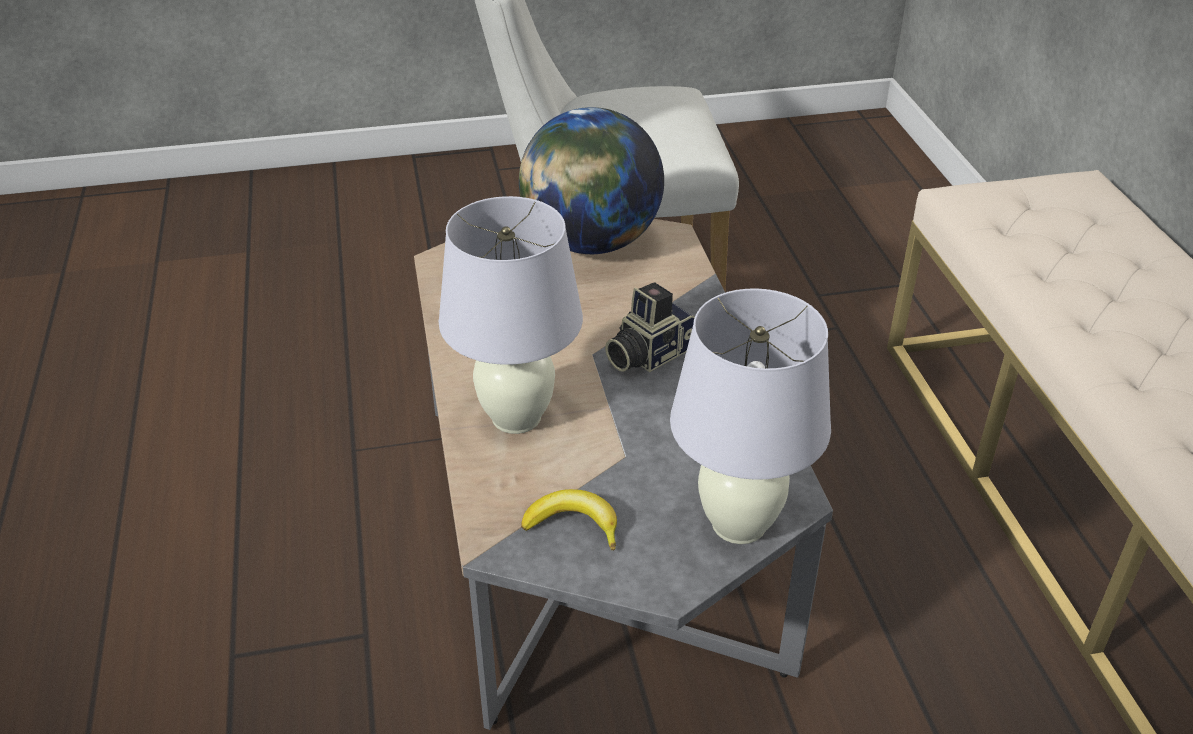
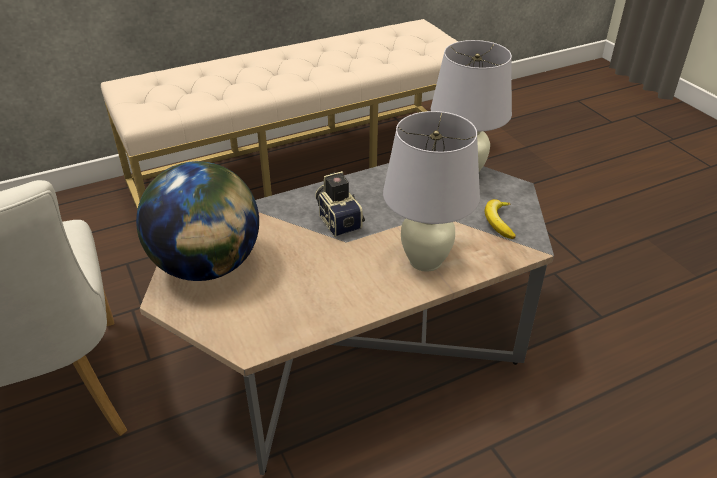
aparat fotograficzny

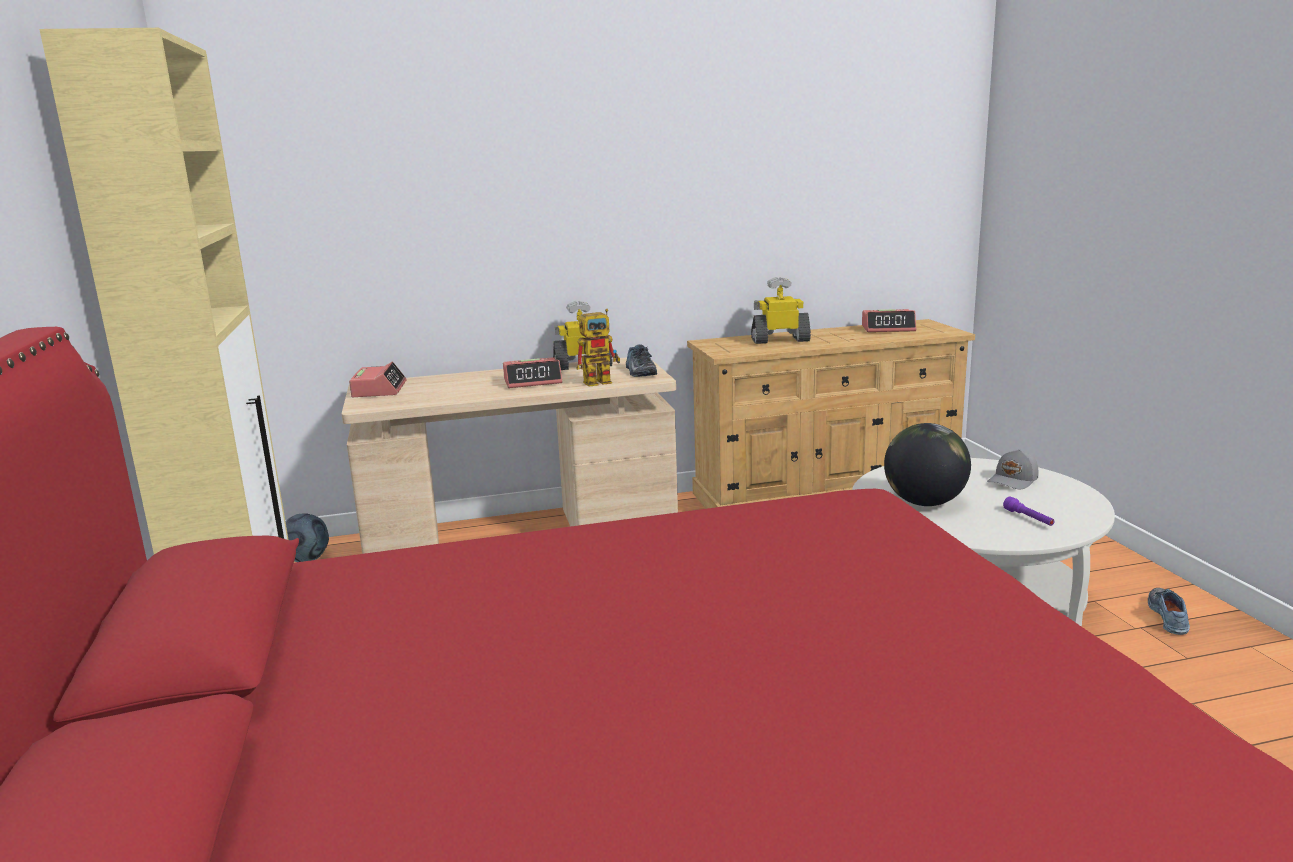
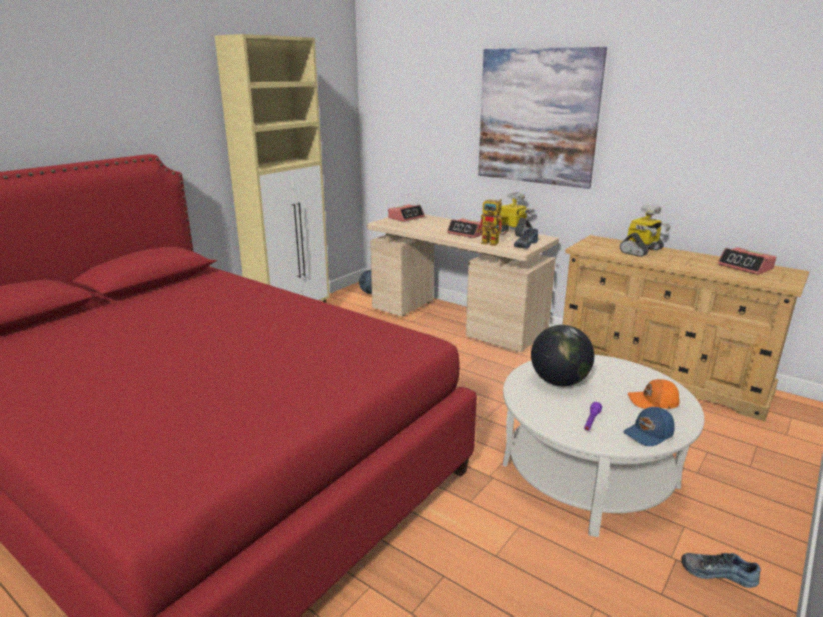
robot zabawkowy (no. 3 from left)
czapka z daszkiem [pomarańczowy]
but (no. 2 from left)
obraz
czapka z daszkiem [niebieski]

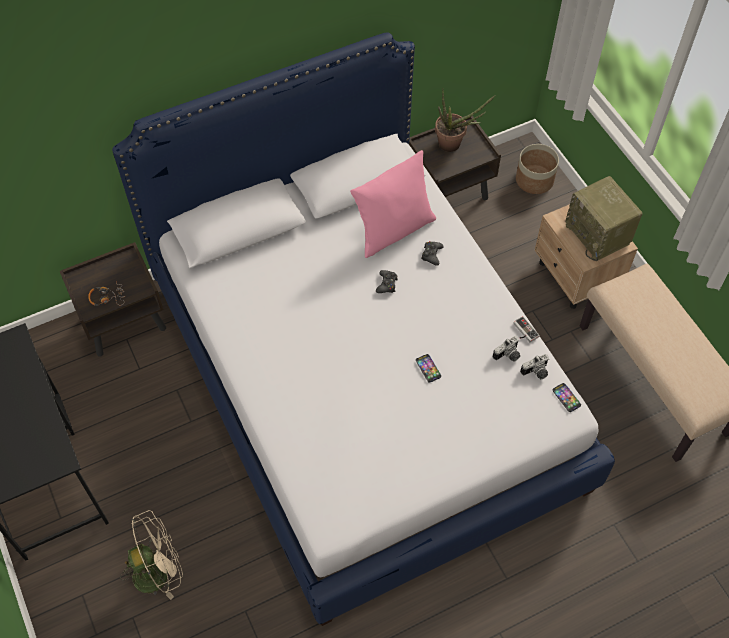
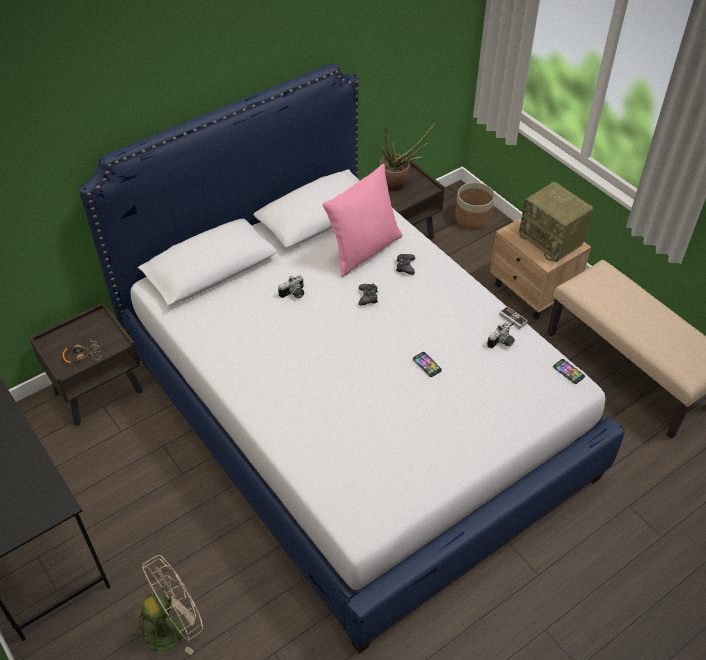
aparat fotograficzny (no. 1 from left)

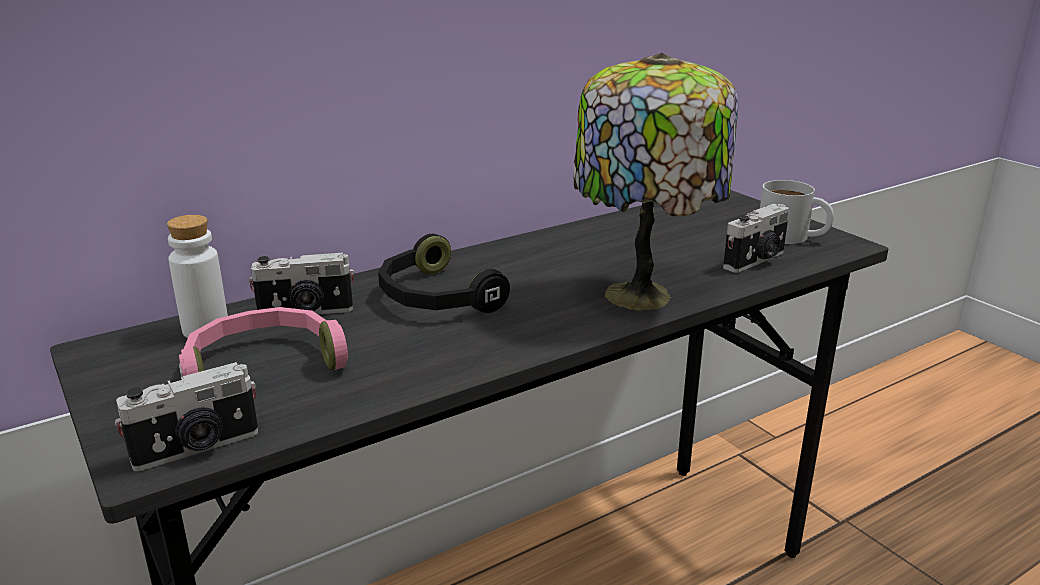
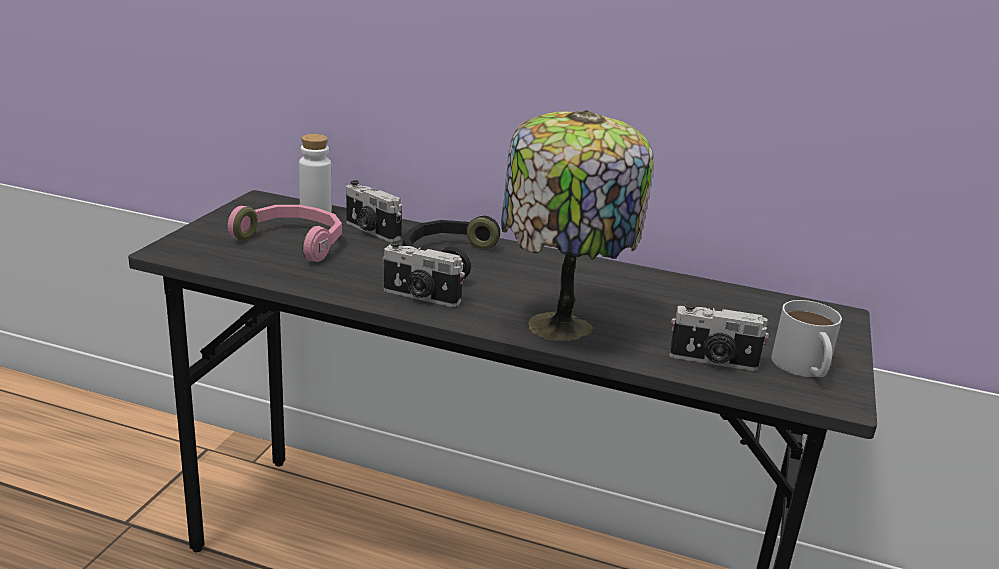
aparat fotograficzny (no. 2 from left)

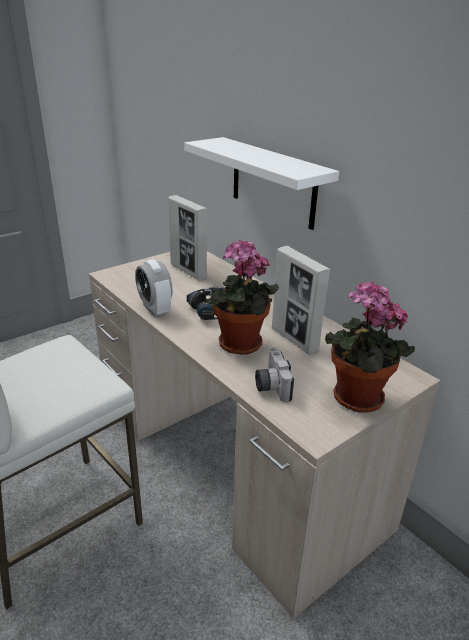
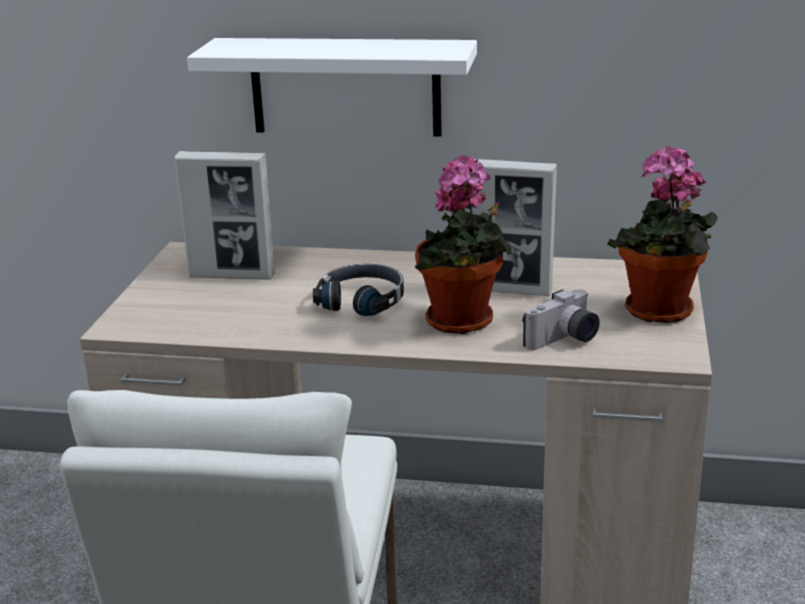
budzik
aparat fotograficzny

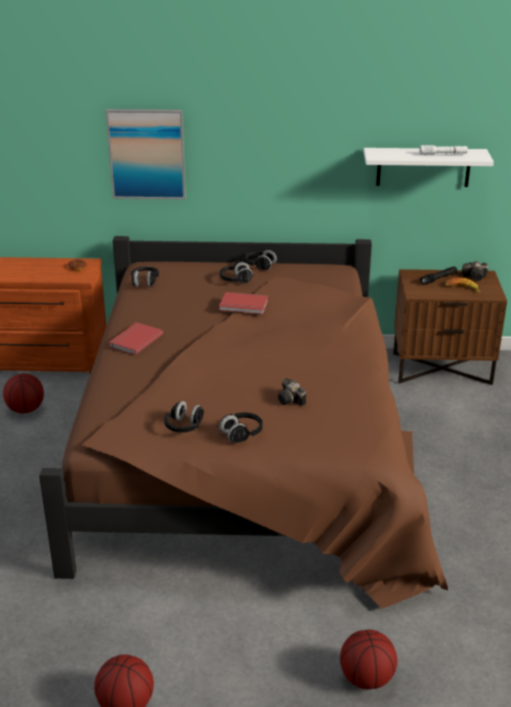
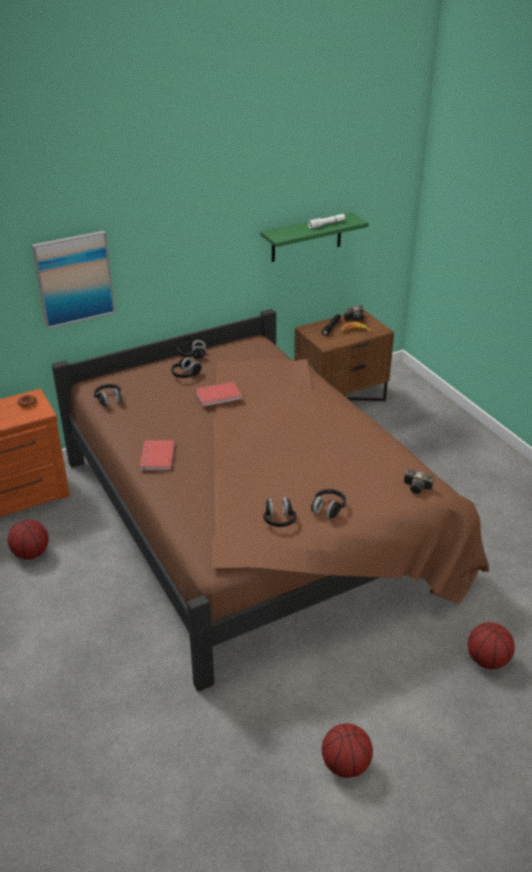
aparat fotograficzny (no. 2 from left)
półka [zielony]

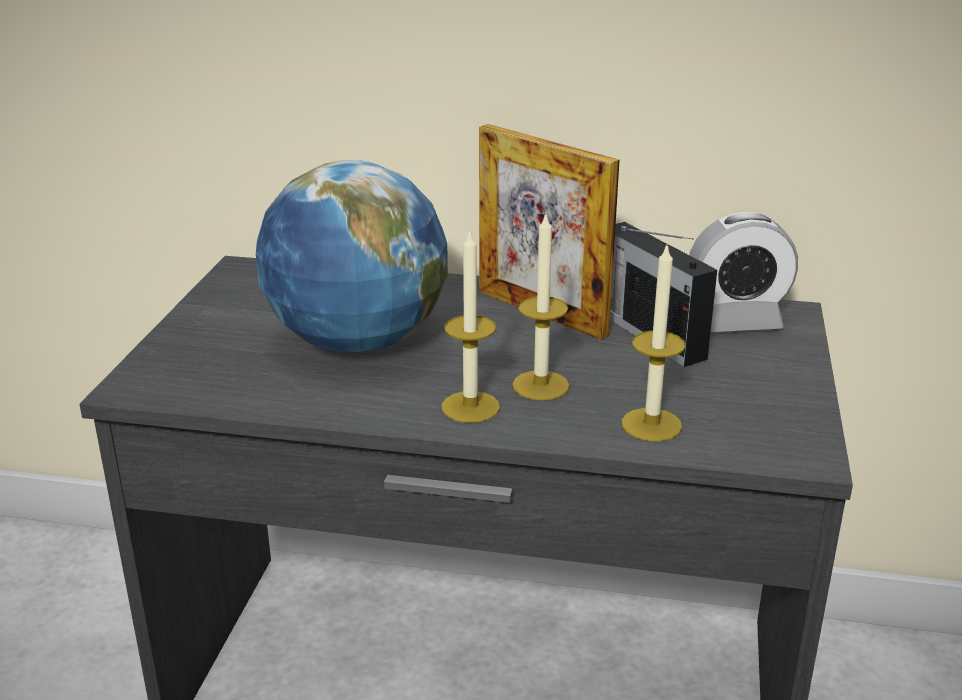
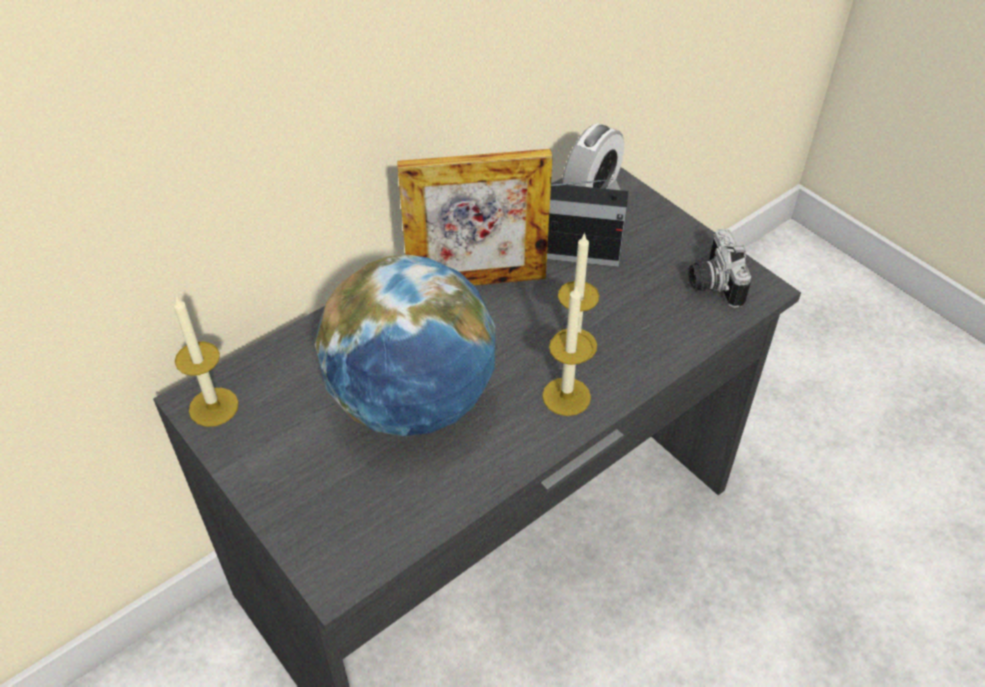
świeca (no. 1 from left)
aparat fotograficzny

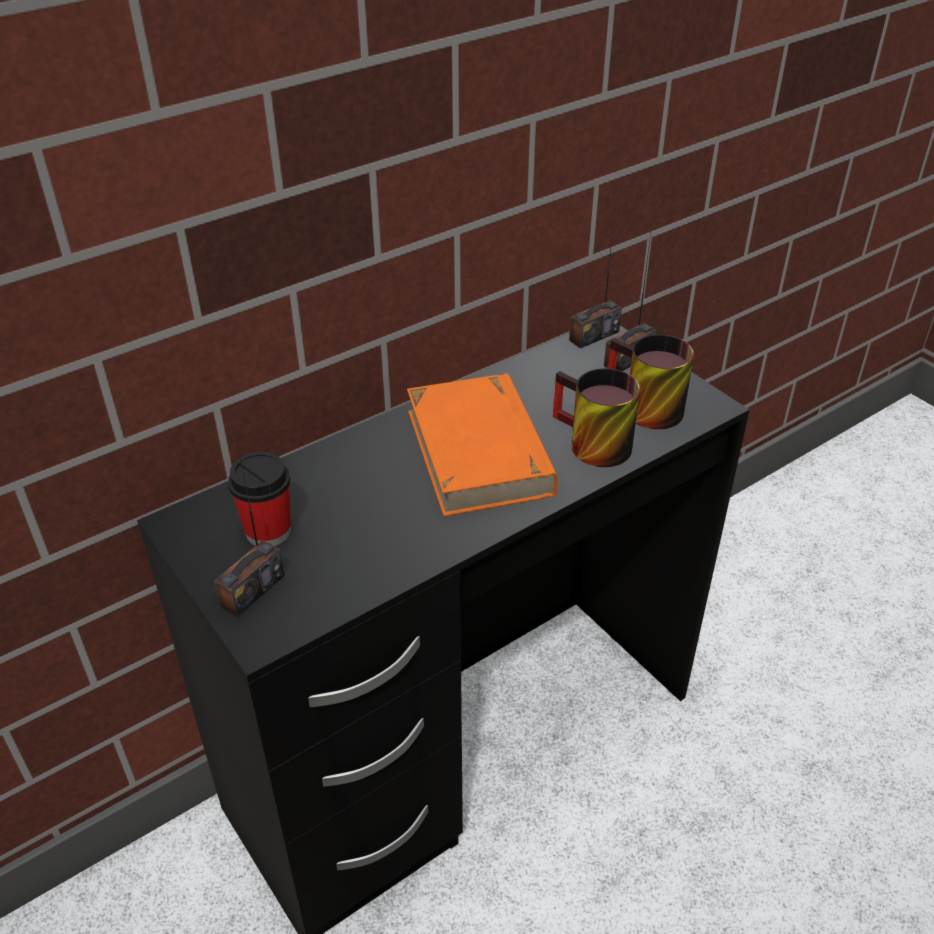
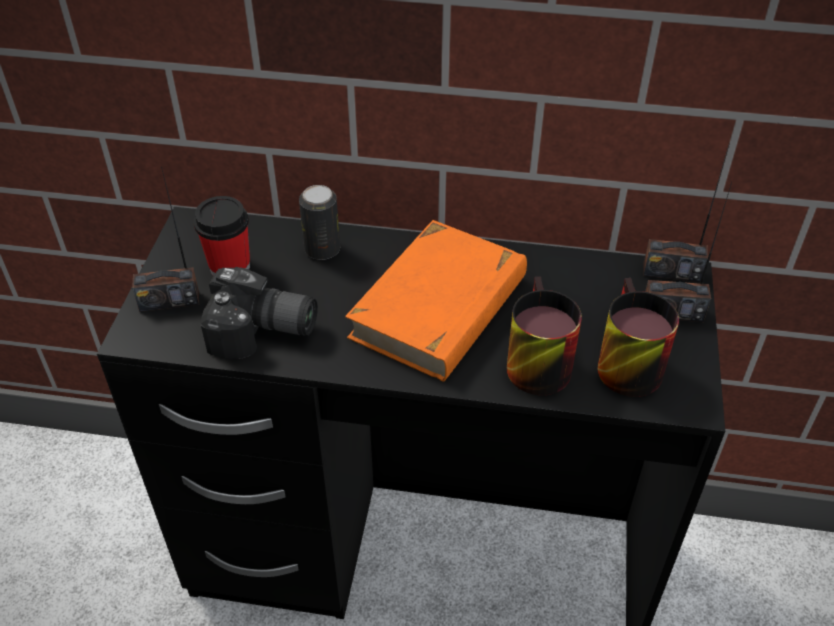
aparat fotograficzny
puszka

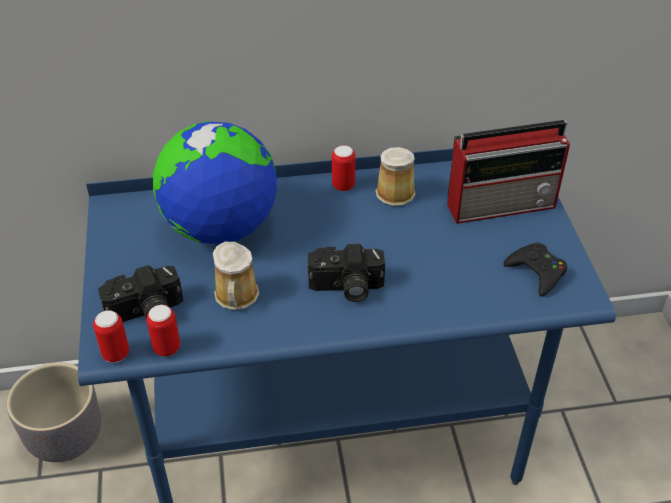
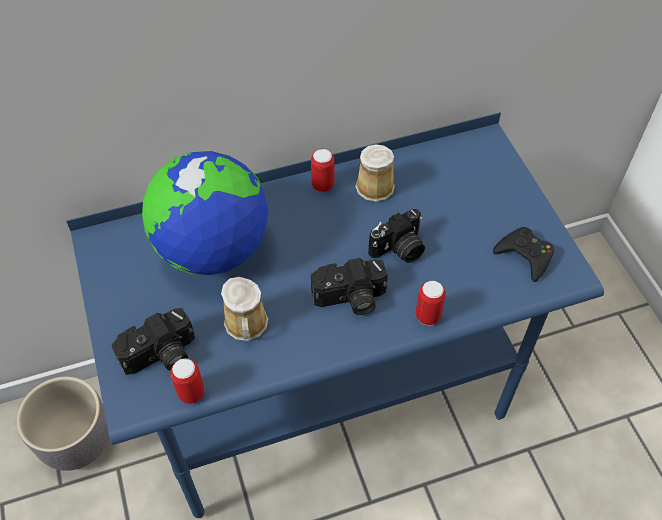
puszka (no. 3 from left)
radio
aparat fotograficzny (no. 3 from left)

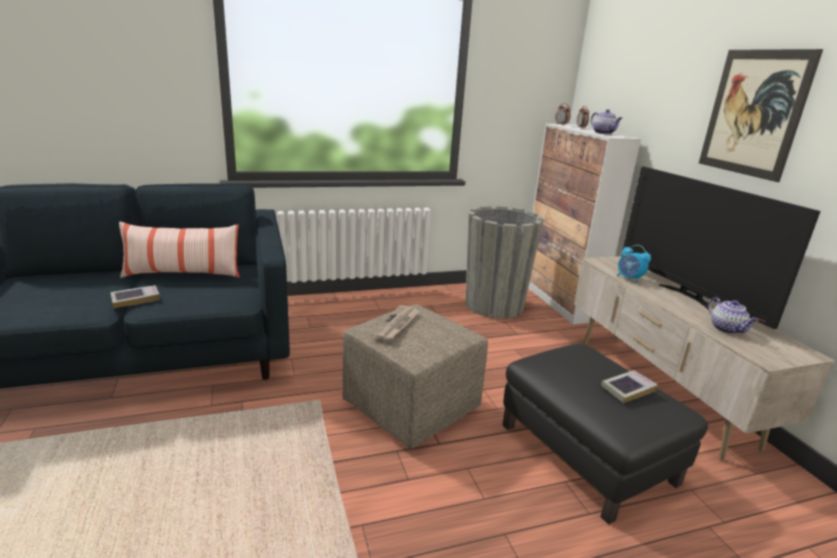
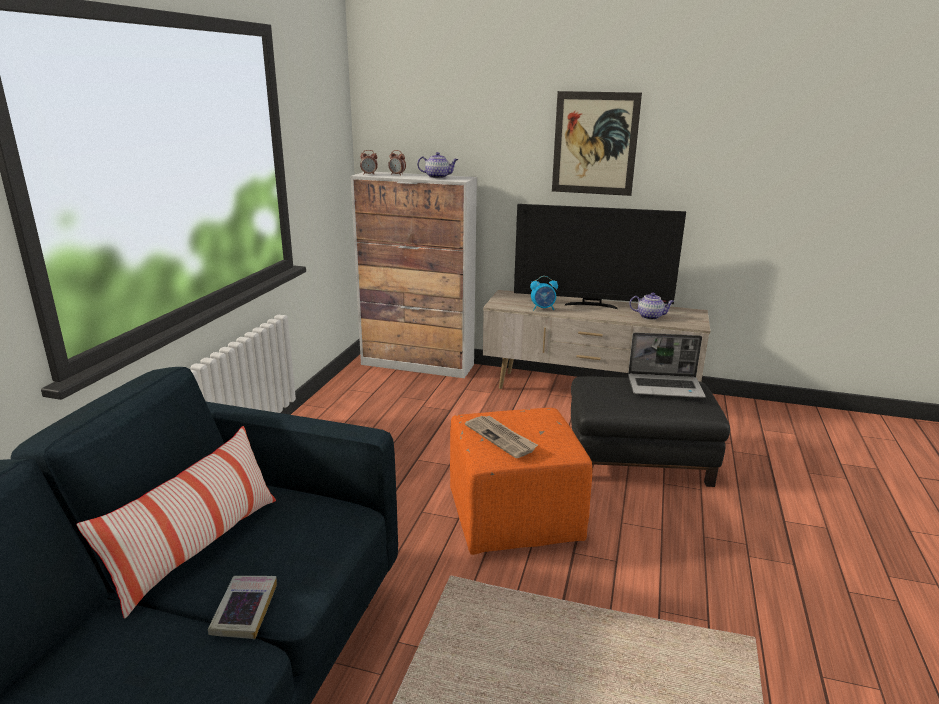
pufa [pomarańczowy]
donica [szary]
laptop

